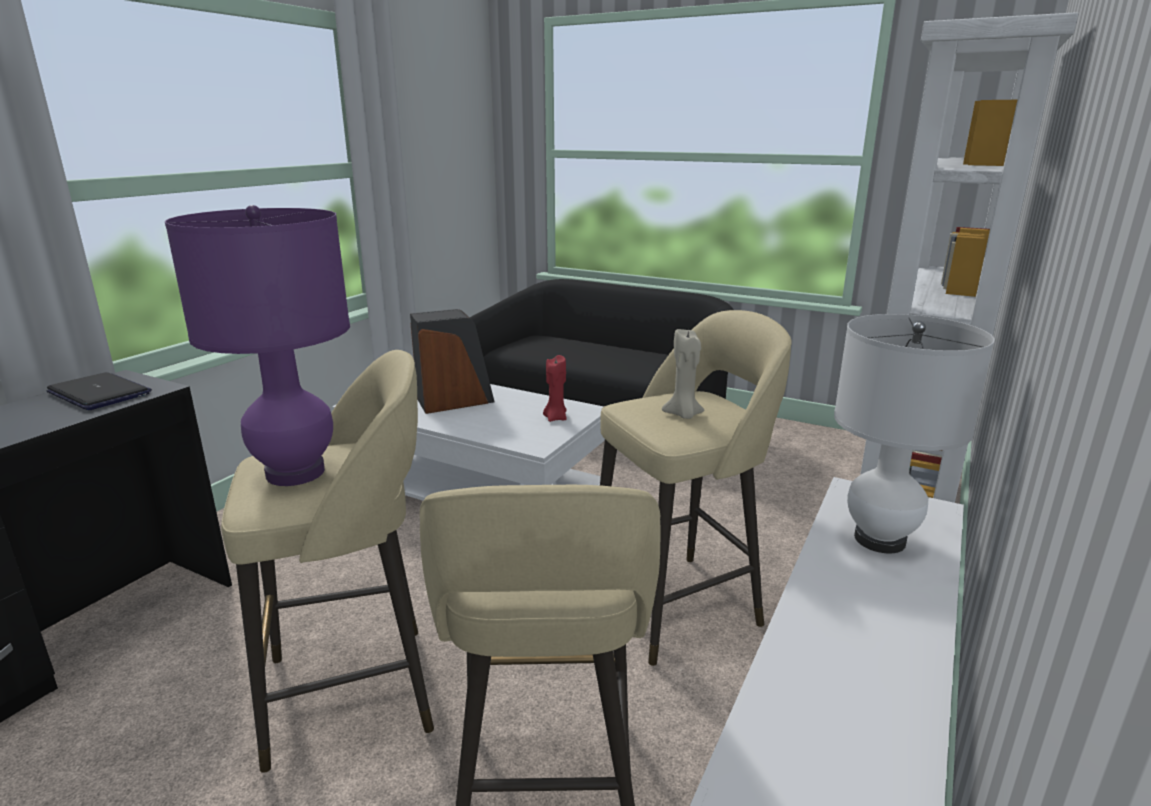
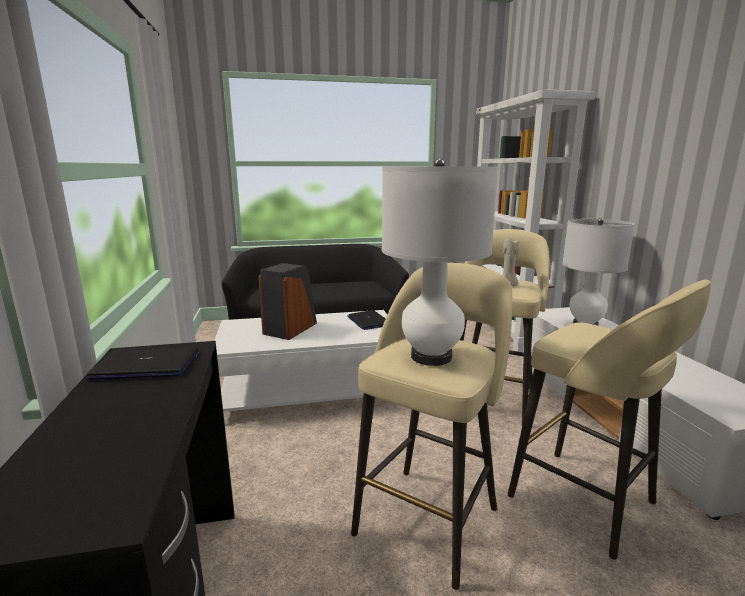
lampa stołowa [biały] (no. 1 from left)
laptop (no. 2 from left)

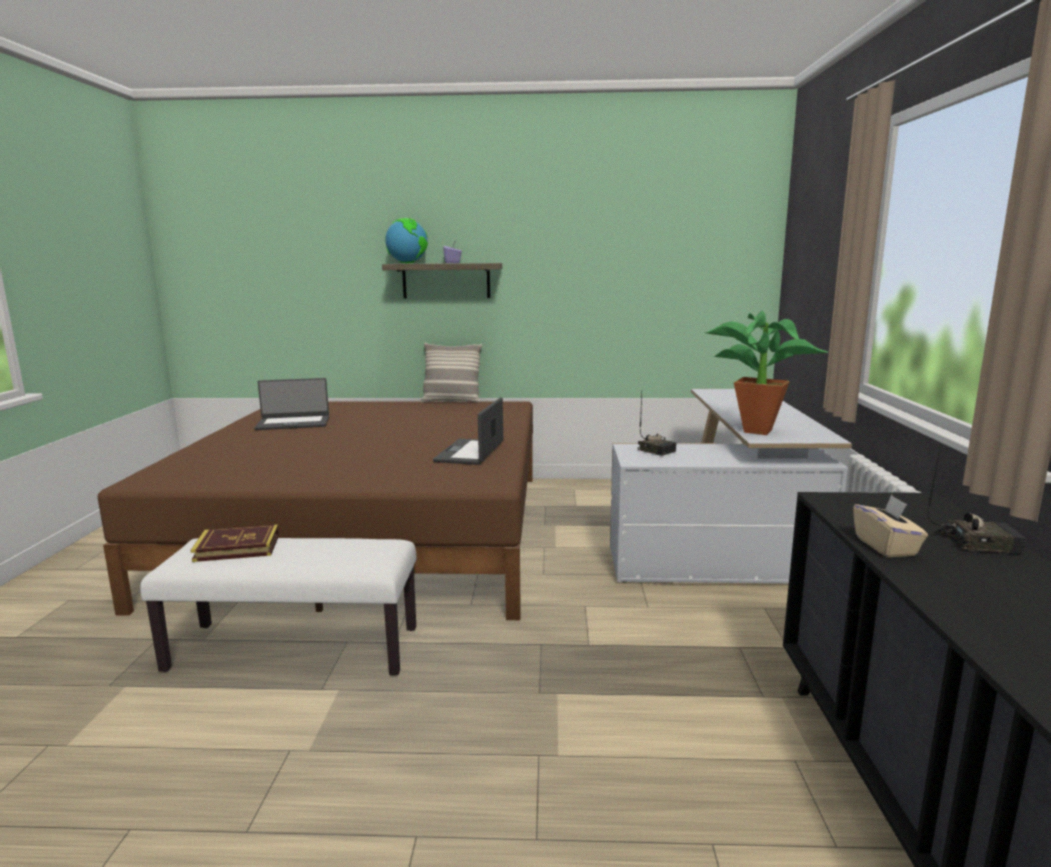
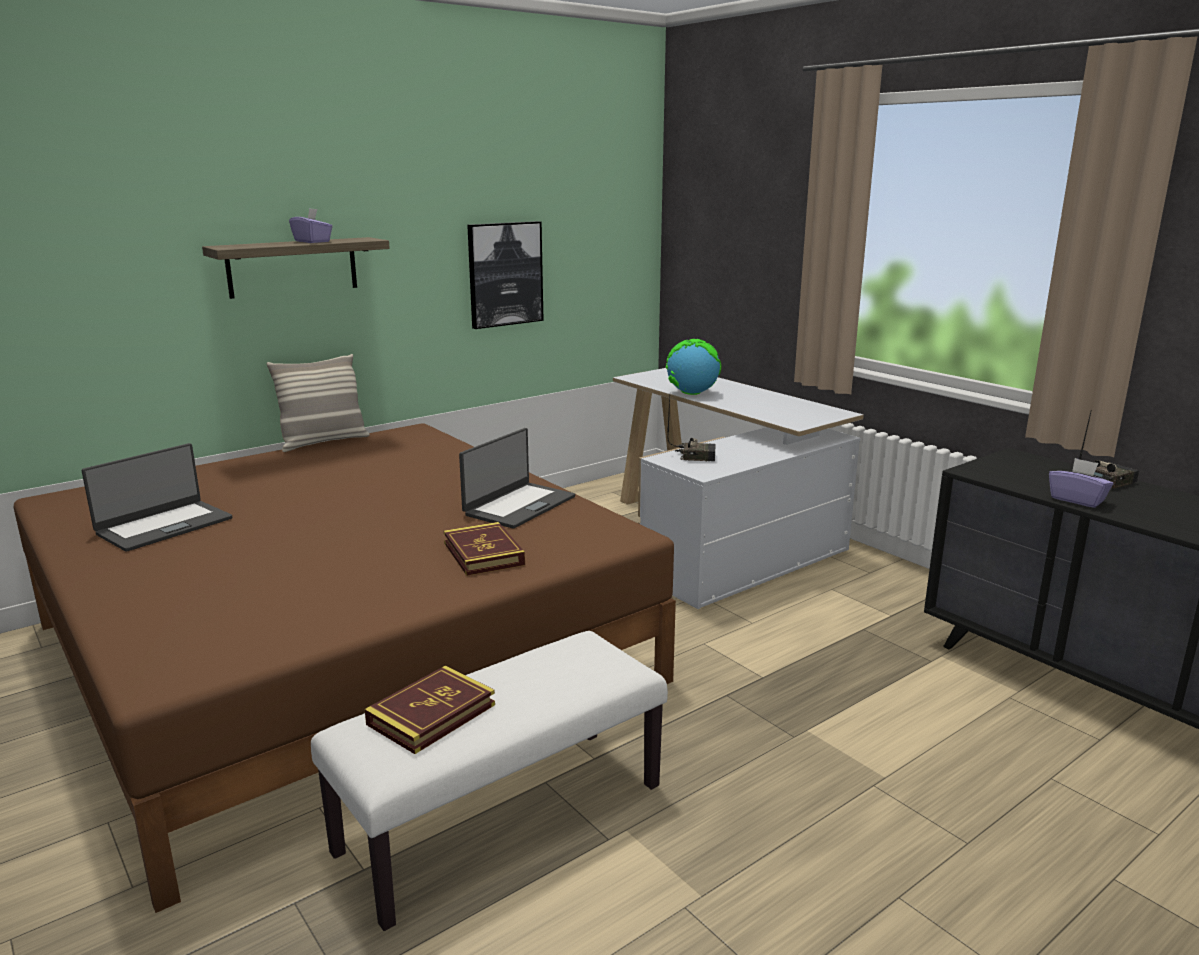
globus
laptop (no. 2 from left)
roślina doniczkowa
pudełko chusteczek [fioletowy] (no. 2 from left)
książka (no. 2 from left)
obraz

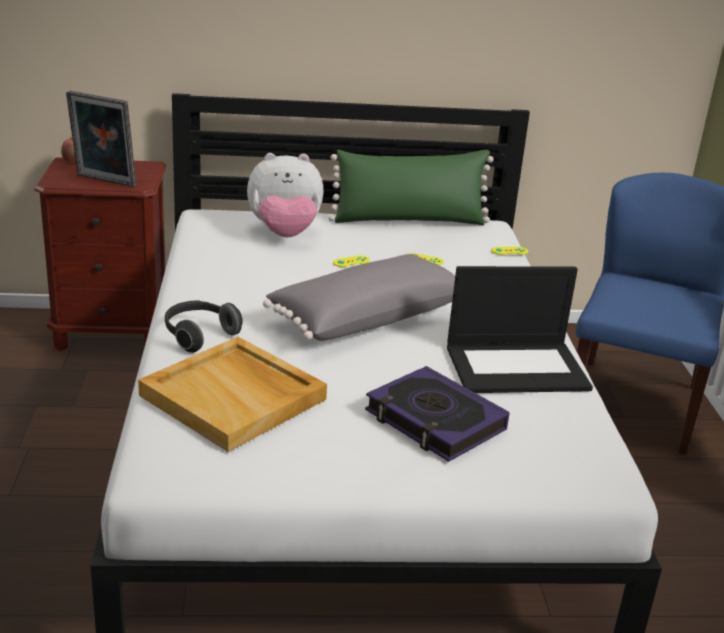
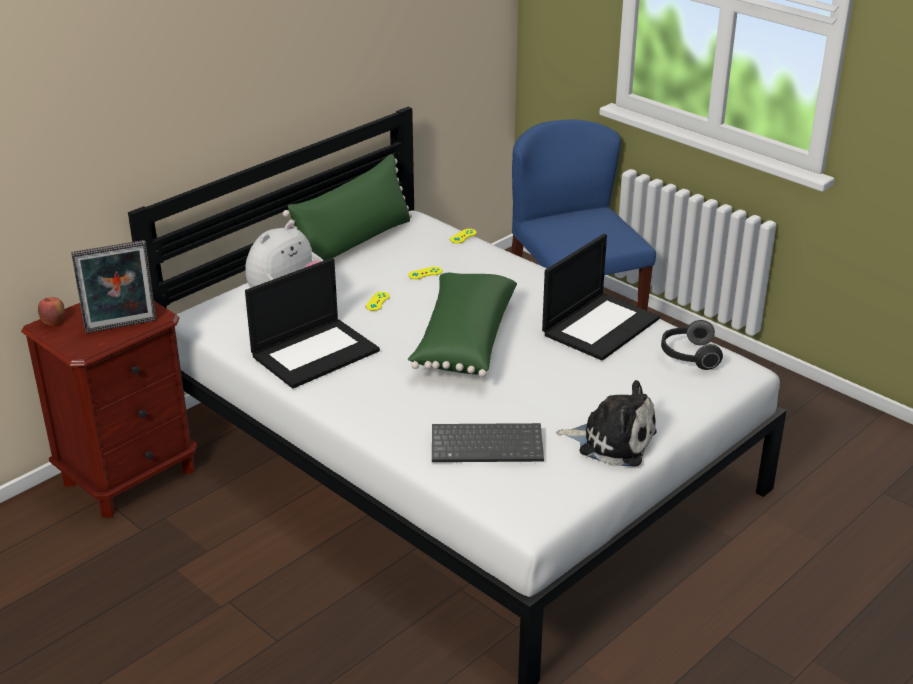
klawiatura
słuchawki
poduszka [zielony] (no. 2 from left)
książka
laptop (no. 1 from left)
pluszak (no. 2 from left)

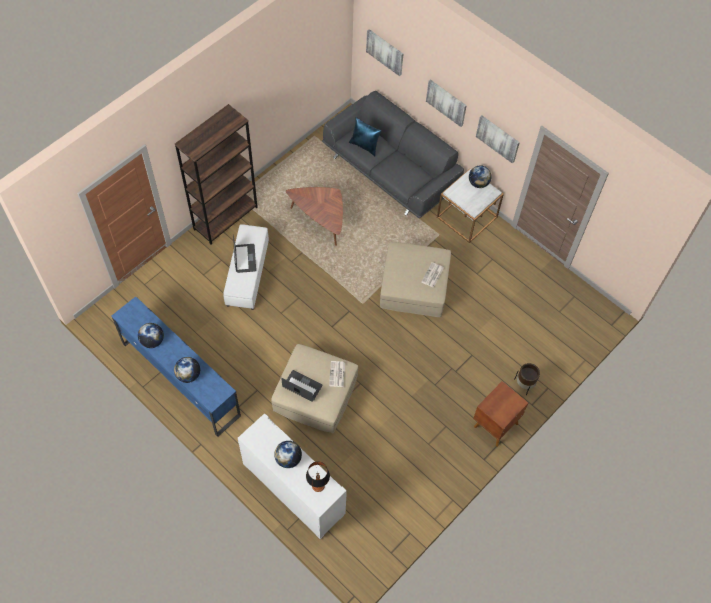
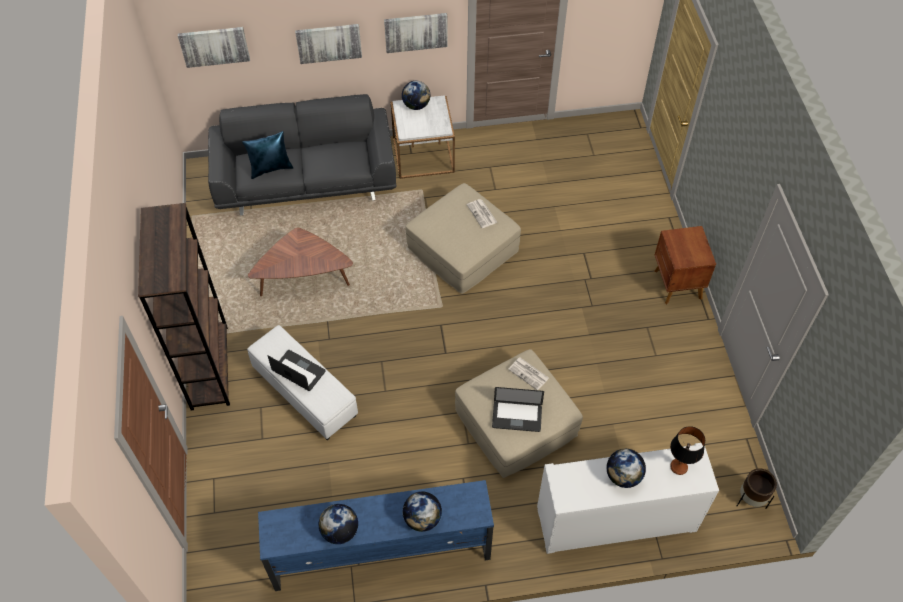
laptop (no. 2 from left)
donica [brązowy]

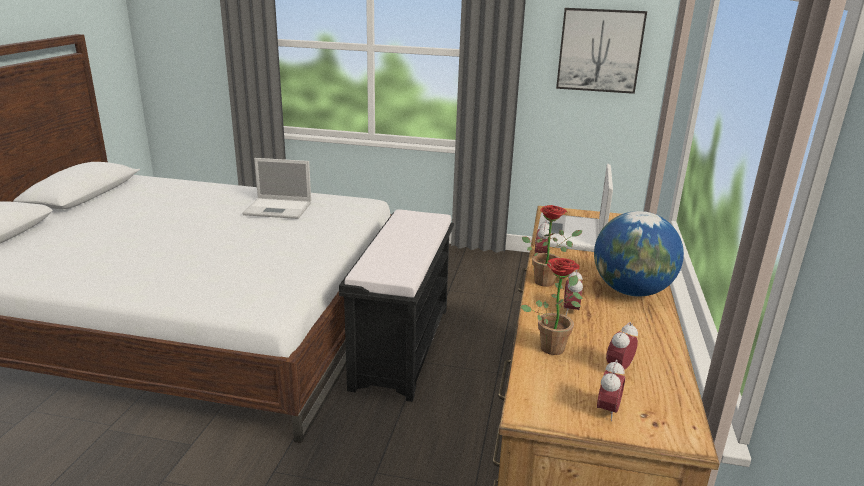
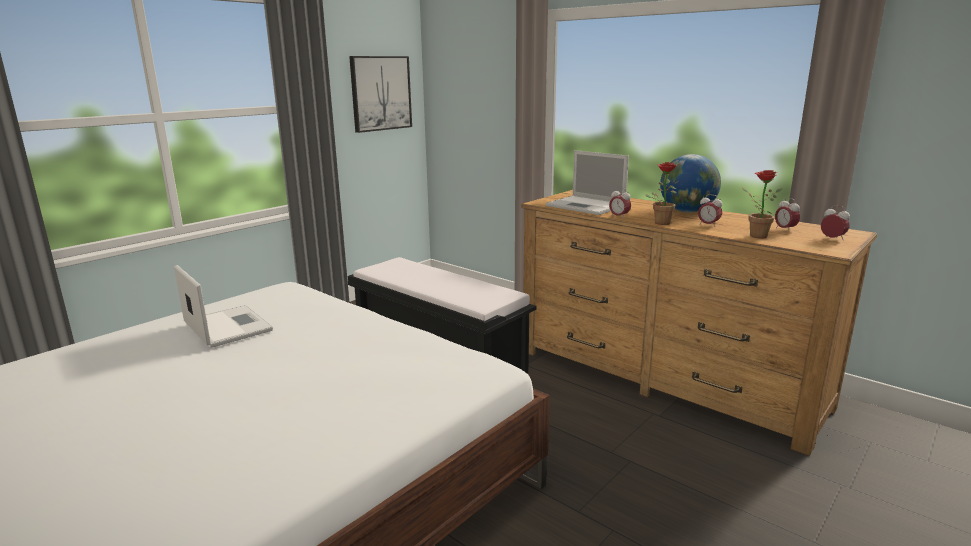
laptop (no. 1 from left)

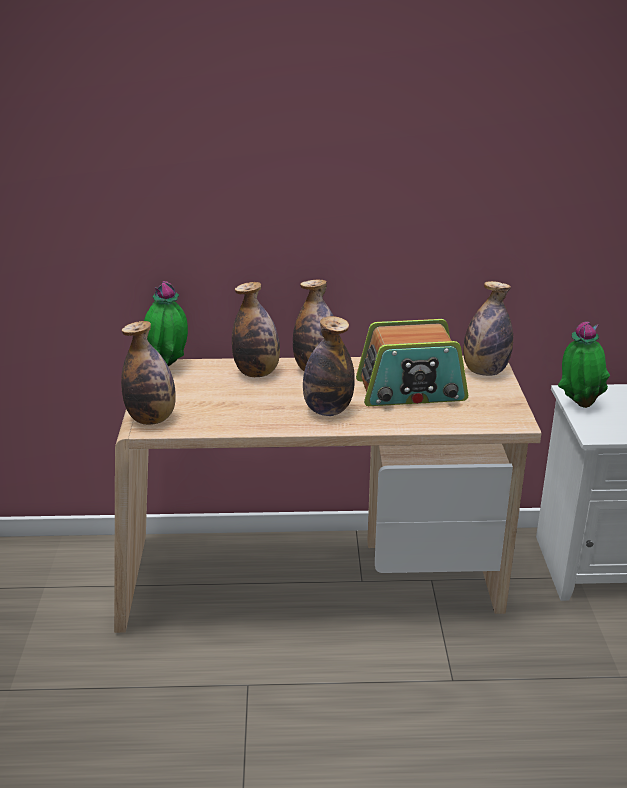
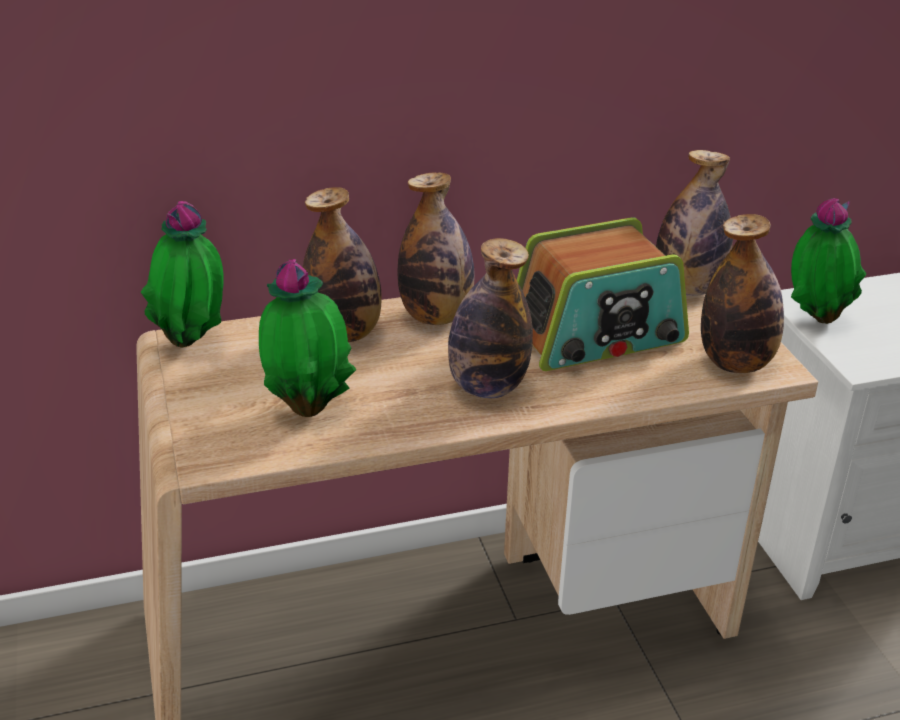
butelka (no. 5 from left)
roślina doniczkowa (no. 2 from left)

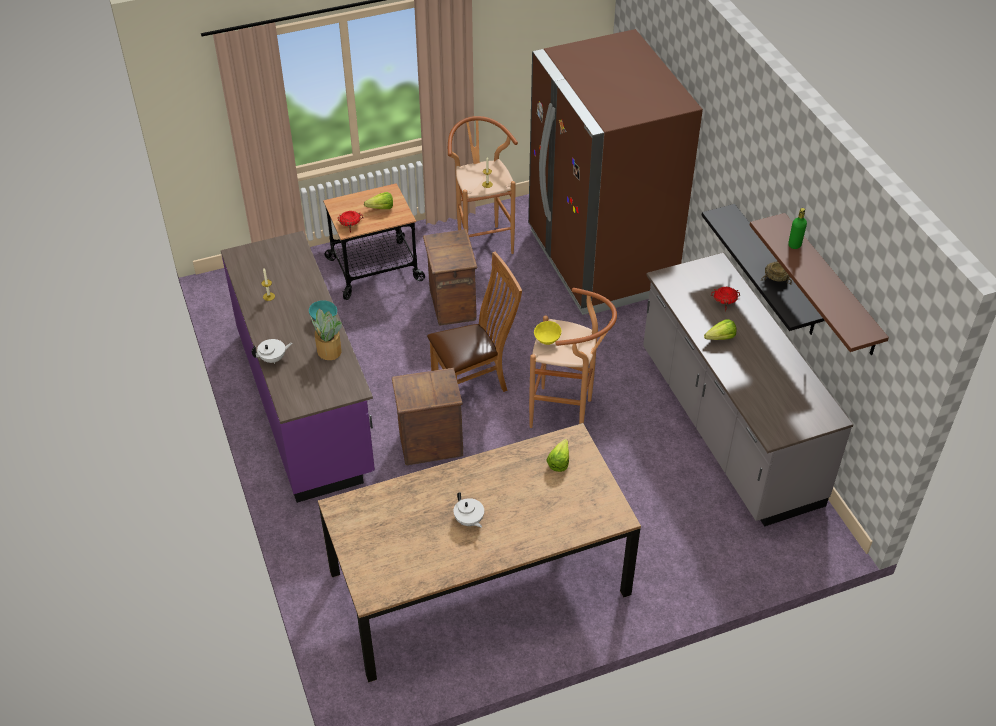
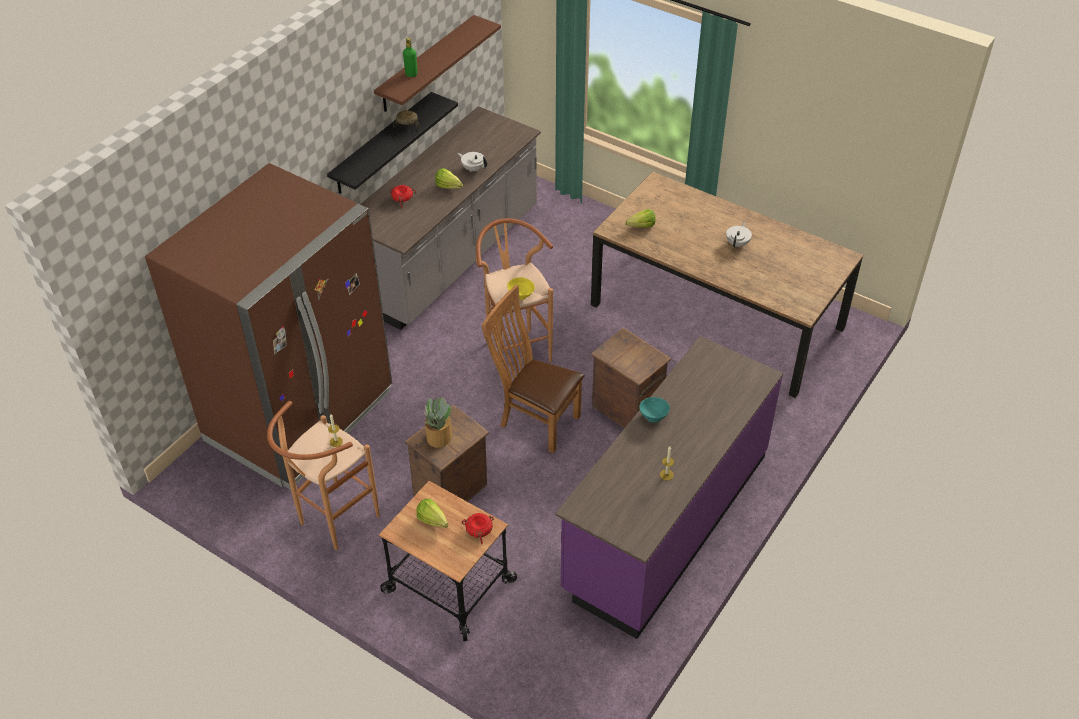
imbryk [biały] (no. 1 from left)
roślina doniczkowa

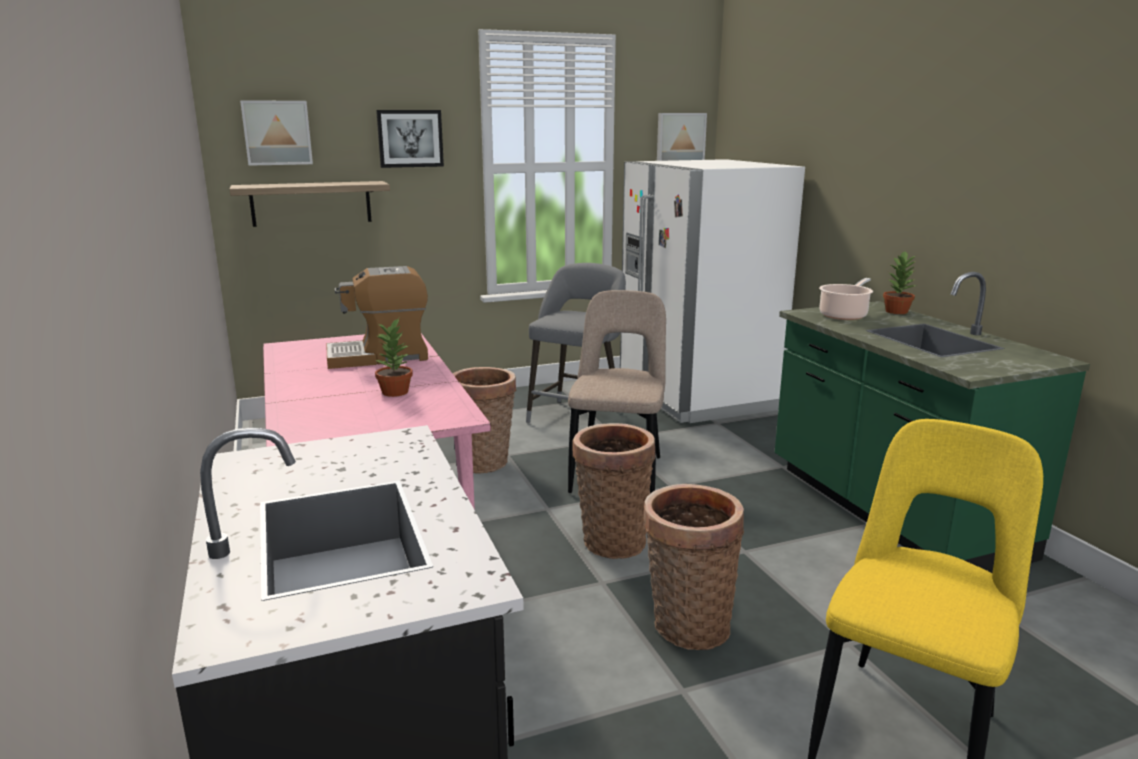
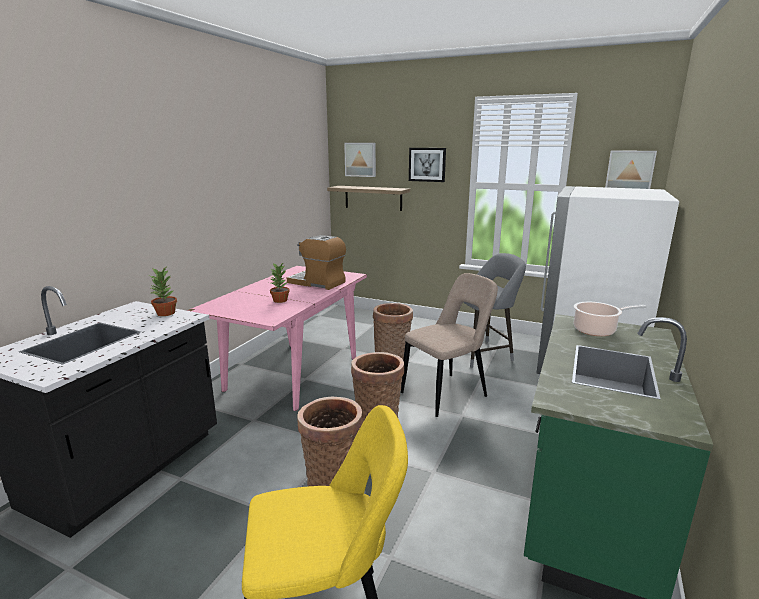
roślina doniczkowa (no. 1 from left)

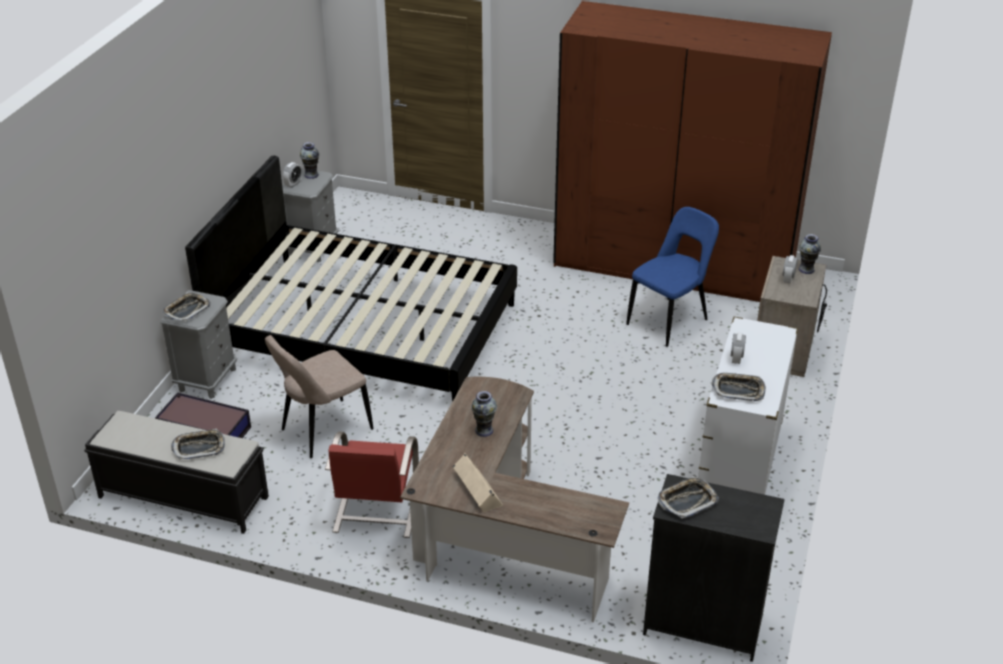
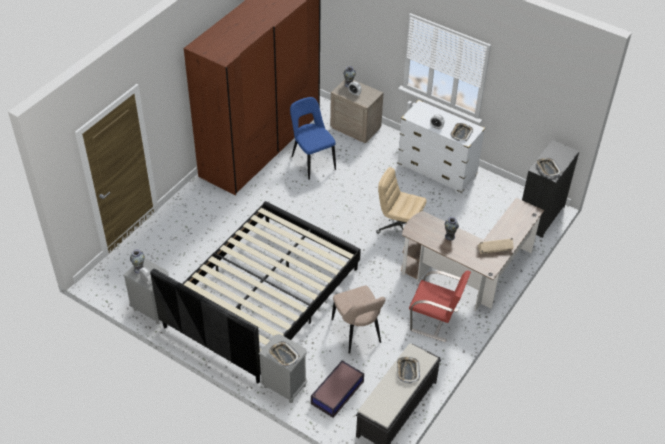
krzesło biurowe [beżowy]

